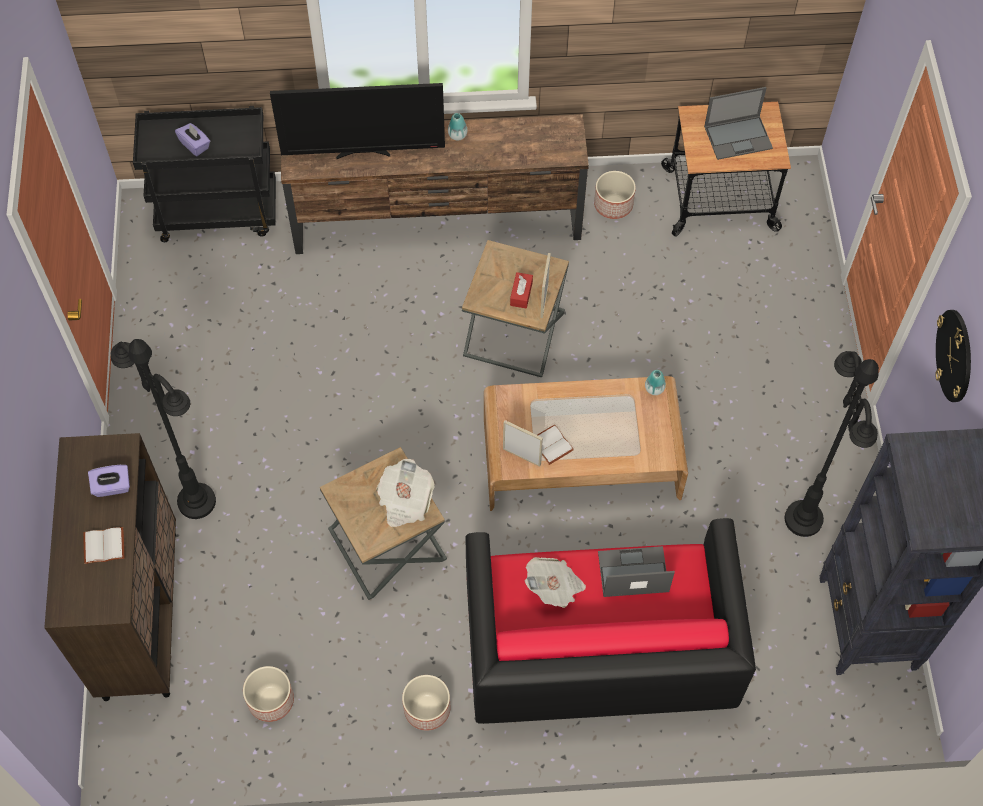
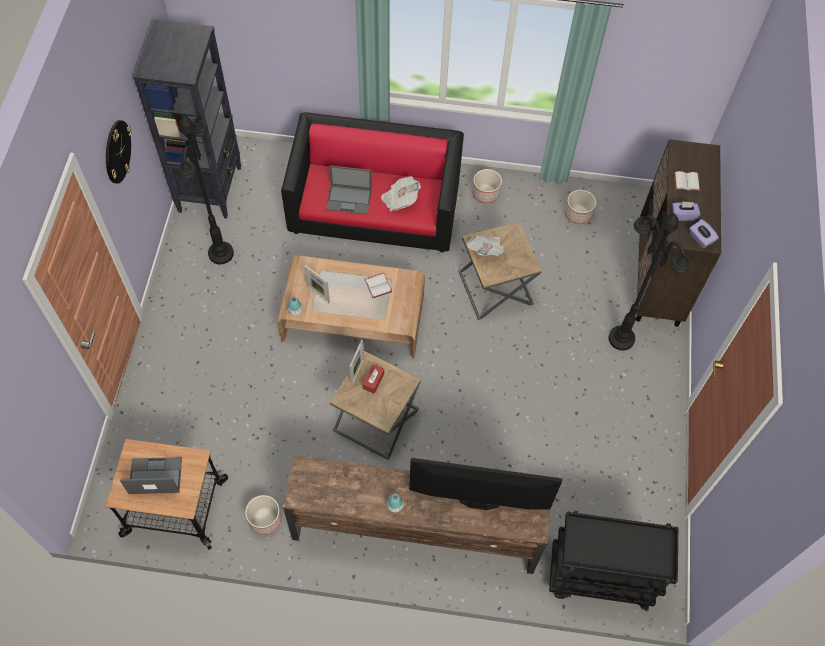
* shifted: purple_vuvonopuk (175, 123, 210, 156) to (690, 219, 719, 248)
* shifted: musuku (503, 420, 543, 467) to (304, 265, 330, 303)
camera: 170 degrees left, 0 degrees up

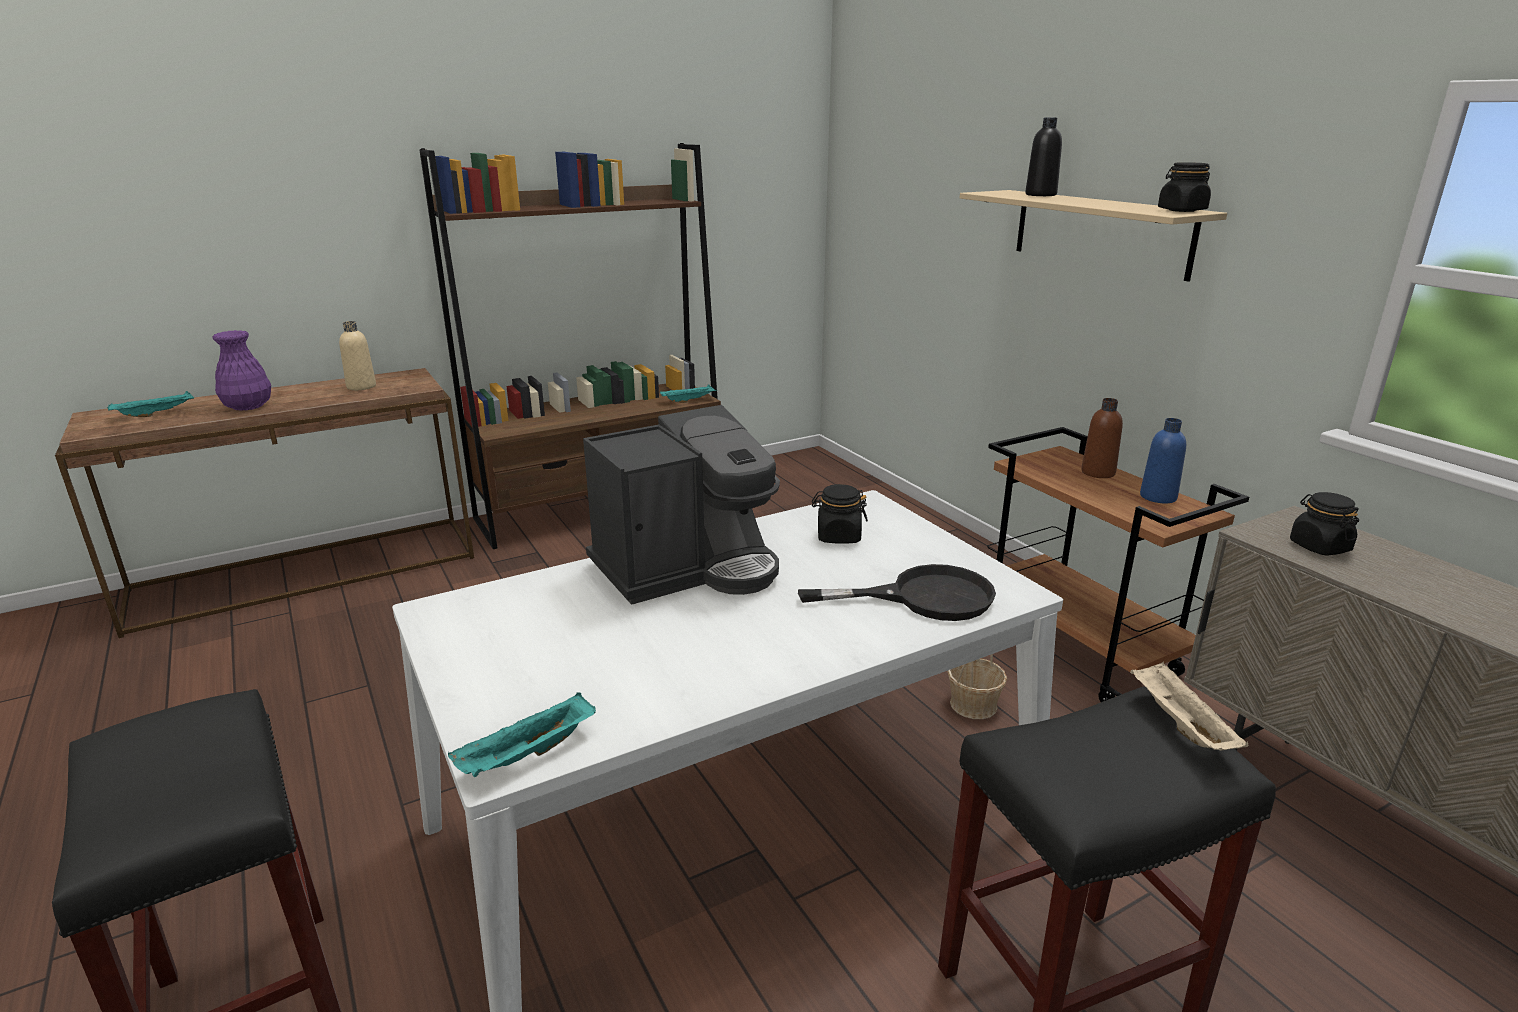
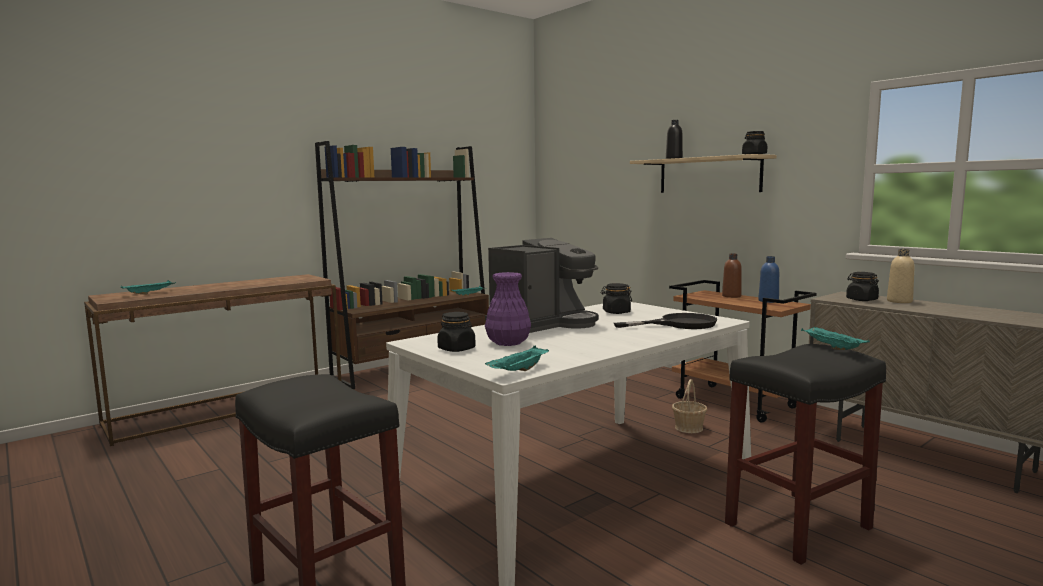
* new: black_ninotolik (437, 312, 476, 352)
* shifted: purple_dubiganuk (212, 330, 271, 411) to (485, 272, 531, 346)
* shifted: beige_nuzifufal (339, 321, 376, 390) to (887, 249, 915, 303)
* repainted: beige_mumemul (1130, 662, 1249, 750) to turquoise_mumemul (801, 326, 870, 350)
camera: 10 degrees left, 15 degrees down

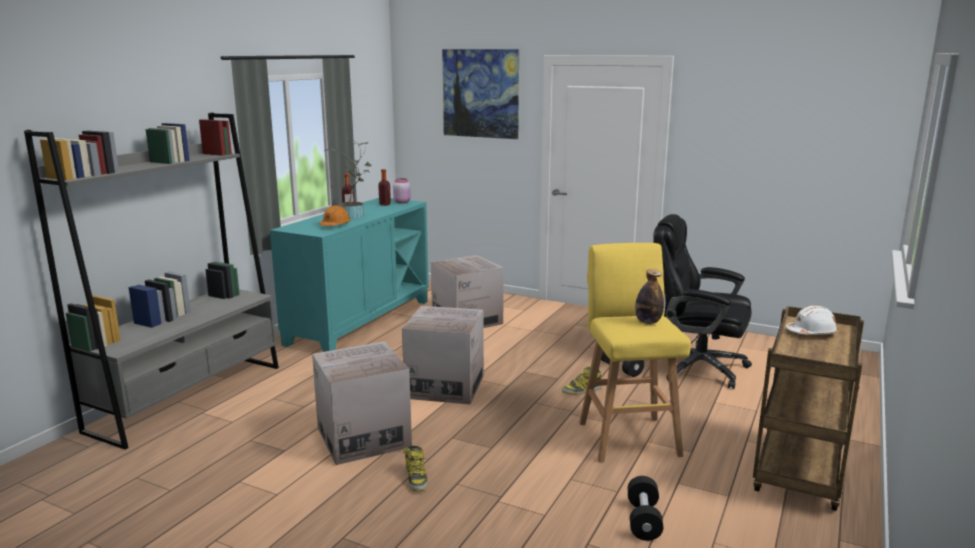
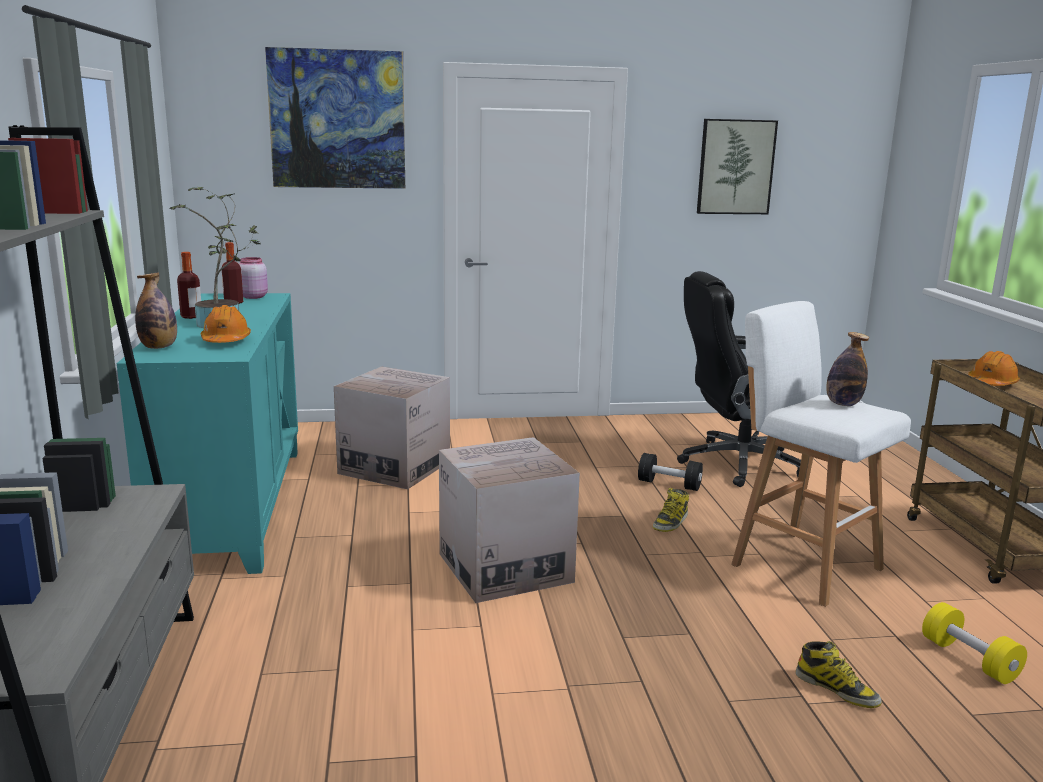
* gone: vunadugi (312, 342, 412, 465)
* new: nuzifufal (135, 272, 177, 349)
* new: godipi (697, 119, 778, 214)
* shifted: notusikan (403, 446, 428, 492) to (795, 641, 882, 708)
* repainted: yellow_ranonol (579, 243, 691, 463) to white_ranonol (731, 301, 911, 607)
* repainted: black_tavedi (628, 476, 663, 541) to yellow_tavedi (922, 602, 1027, 684)
* repainted: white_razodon (786, 305, 839, 335) to orange_razodon (968, 351, 1020, 386)
camera: 35 degrees left, 0 degrees up

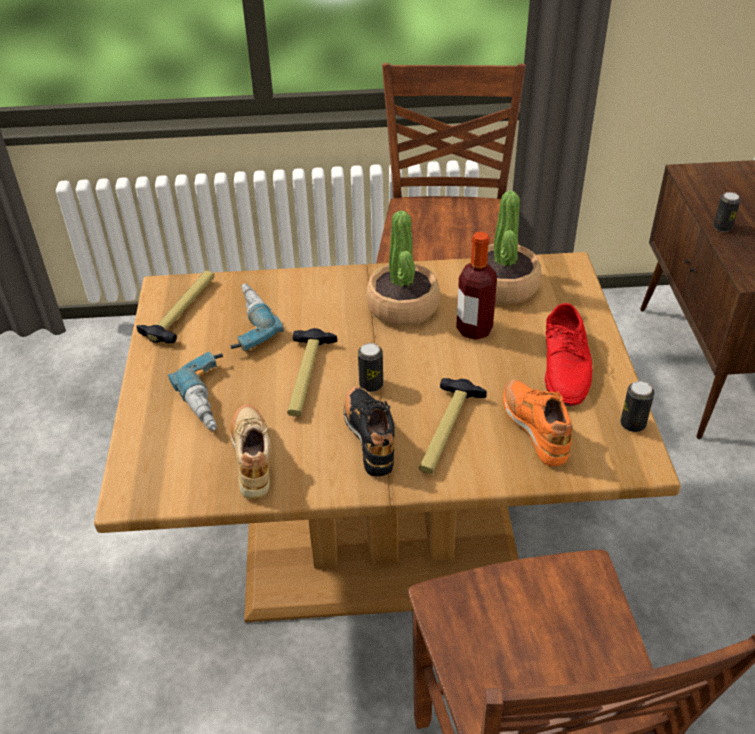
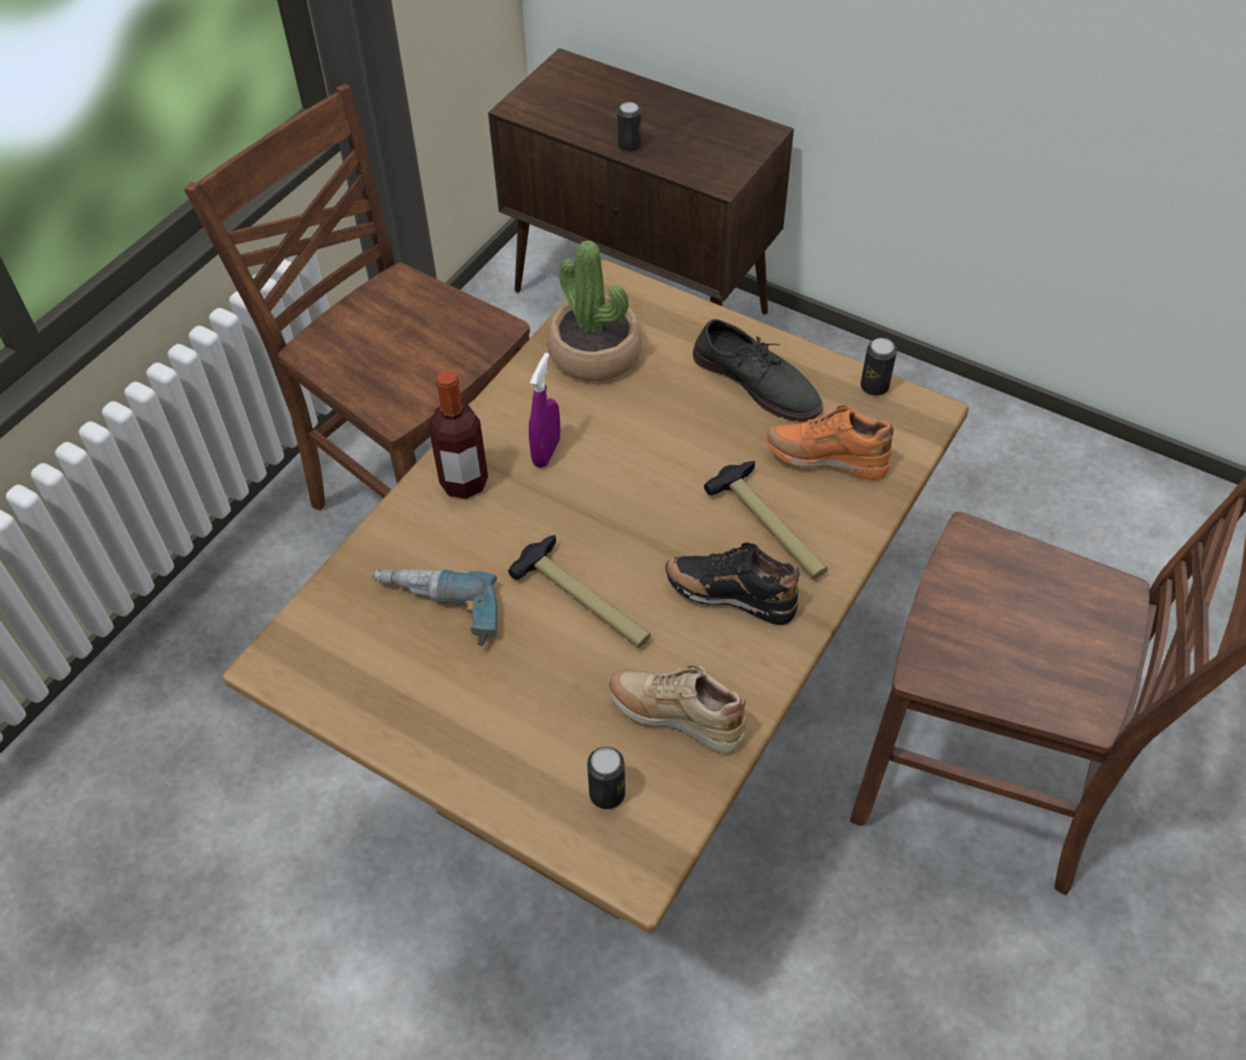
* gone: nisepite (136, 271, 214, 343)
* gone: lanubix (168, 351, 223, 431)
* shifted: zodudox (358, 343, 383, 392) to (587, 747, 625, 809)
* shifted: nuzifufal (456, 232, 497, 340) to (429, 370, 488, 499)
* swapped: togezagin (366, 210, 440, 326) to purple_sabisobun (529, 353, 560, 468)
* repainted: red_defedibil (545, 303, 592, 406) to grey_defedibil (693, 319, 823, 422)
camera: 55 degrees left, 10 degrees up

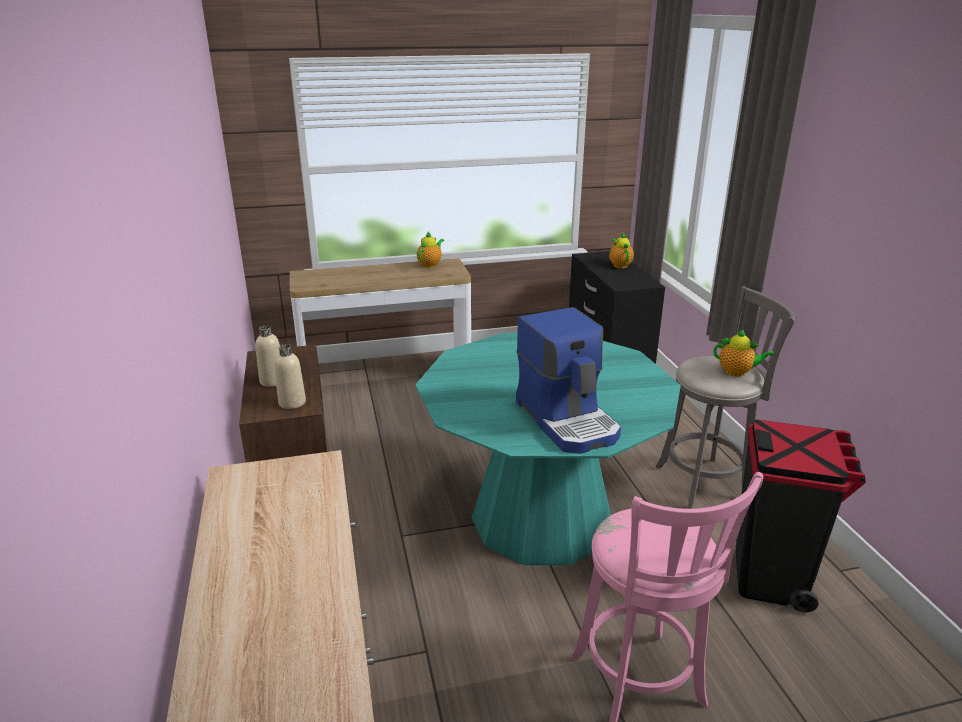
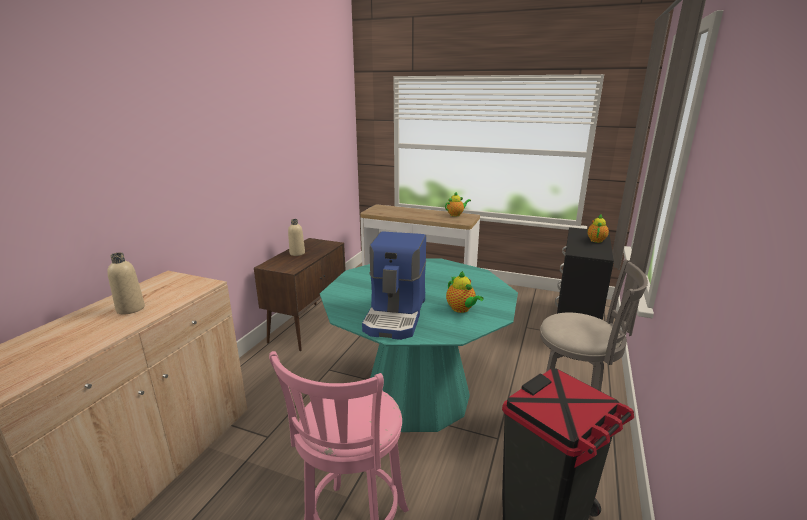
* shifted: beige_nuzifufal (274, 344, 306, 409) to (107, 252, 145, 314)
* shifted: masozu (714, 329, 774, 377) to (446, 271, 484, 313)
camera: 35 degrees right, 5 degrees down

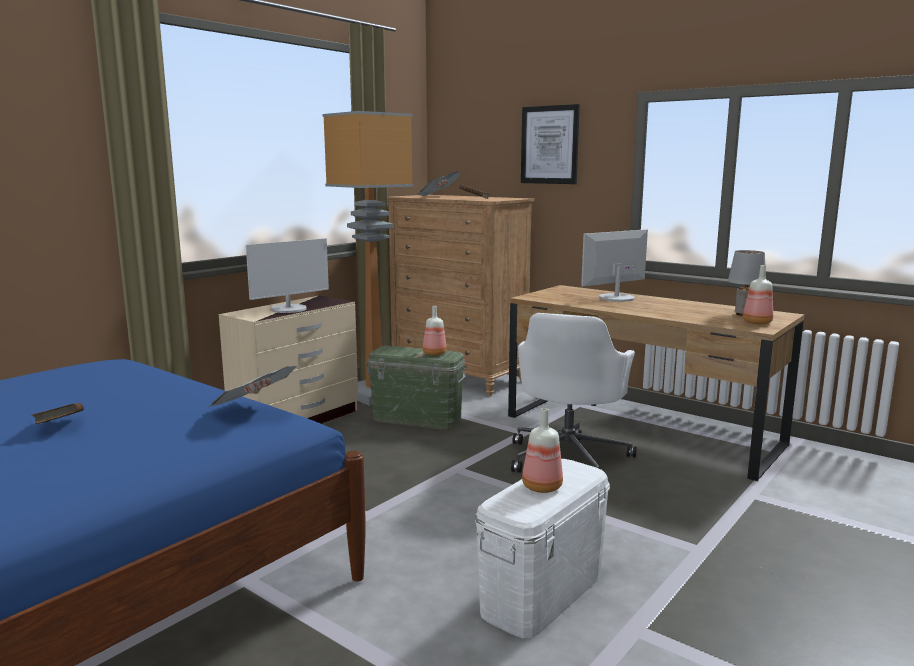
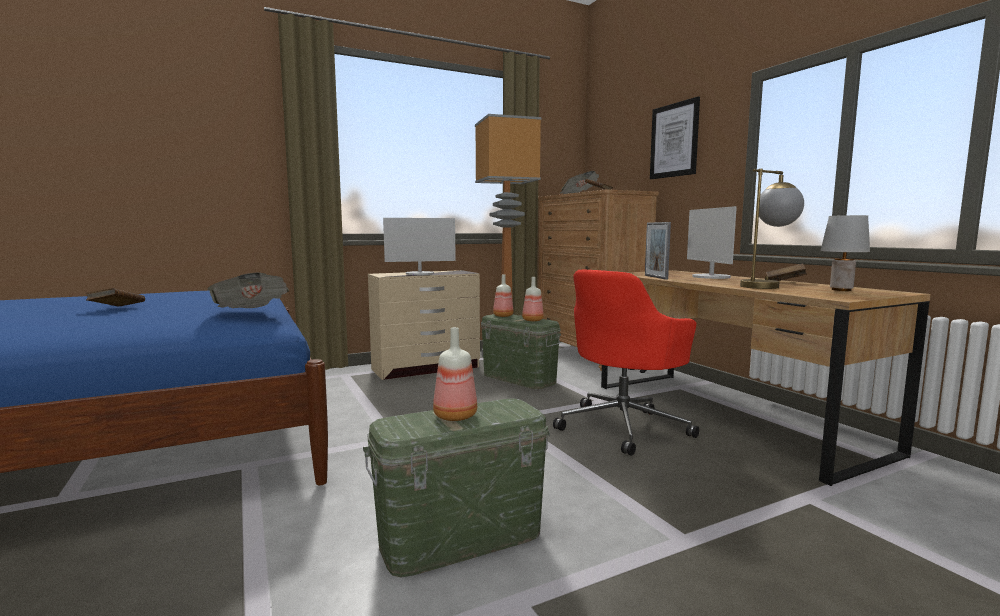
* new: musuku (645, 222, 671, 280)
* new: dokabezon (740, 169, 804, 289)
* new: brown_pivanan (766, 264, 807, 281)
* shifted: nuzifufal (743, 265, 773, 324) to (493, 274, 514, 317)
* repainted: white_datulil (475, 459, 610, 638) to green_datulil (363, 398, 550, 578)
* repainted: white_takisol (511, 313, 637, 473) to red_takisol (553, 270, 699, 456)
* rotated: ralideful (581, 229, 648, 302) = (687, 206, 737, 279) 90 degrees counterclockwise
camera: 25 degrees right, 5 degrees down

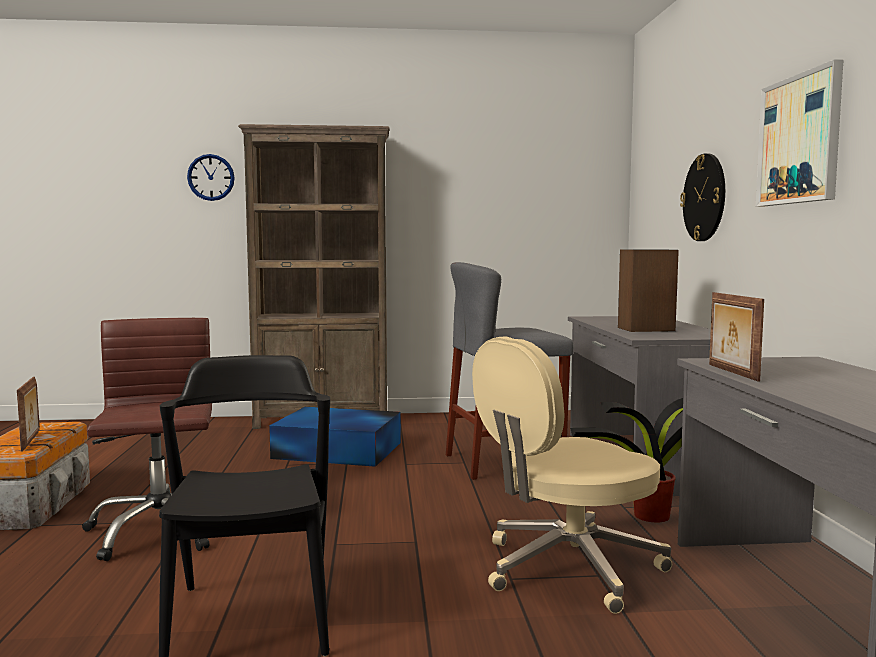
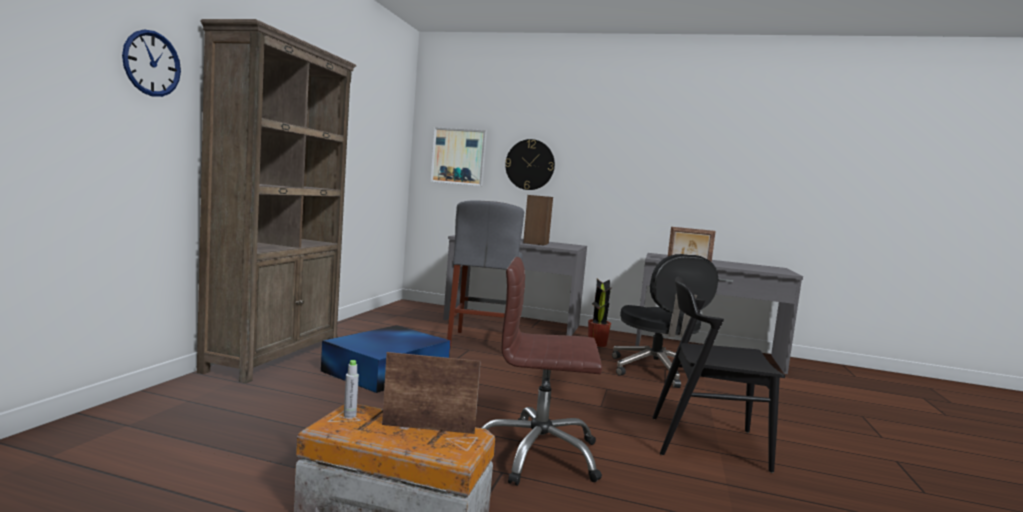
* new: grey_nuzifufal (344, 360, 359, 418)
* shifted: godipi (756, 59, 843, 207) to (431, 127, 487, 186)
* repainted: beige_takisol (472, 336, 672, 614) to black_takisol (612, 254, 718, 388)
camera: 70 degrees left, 0 degrees up

